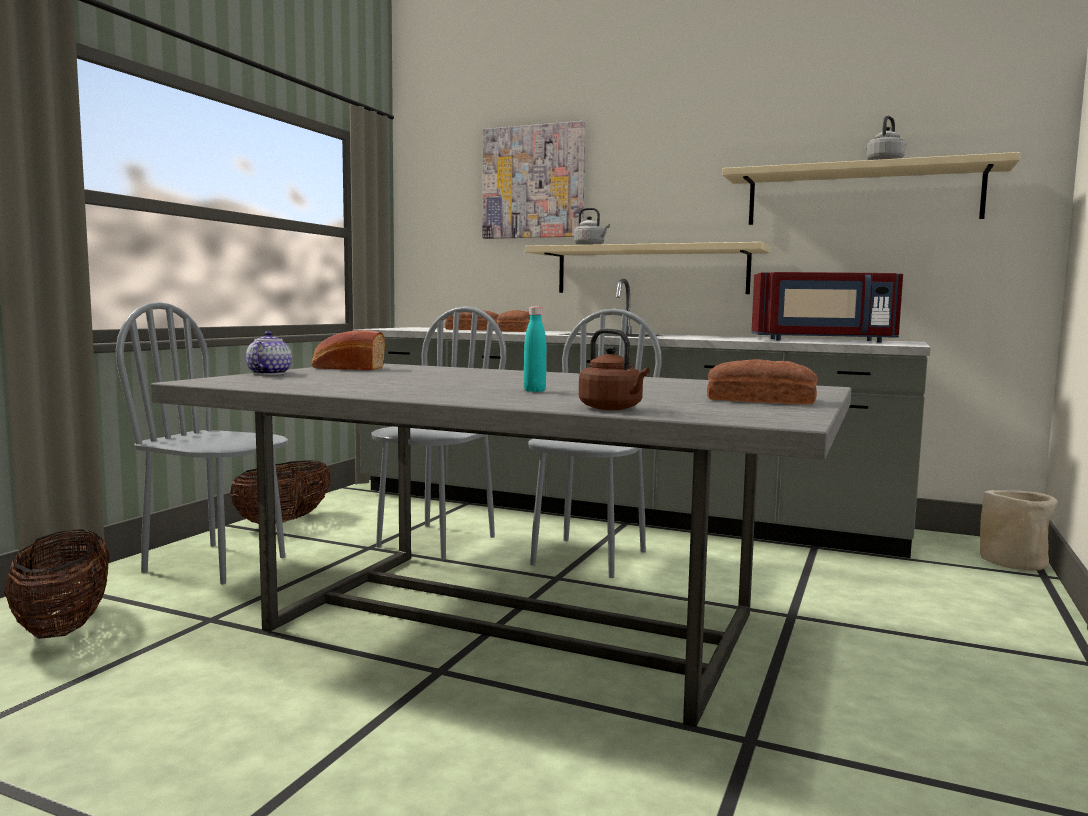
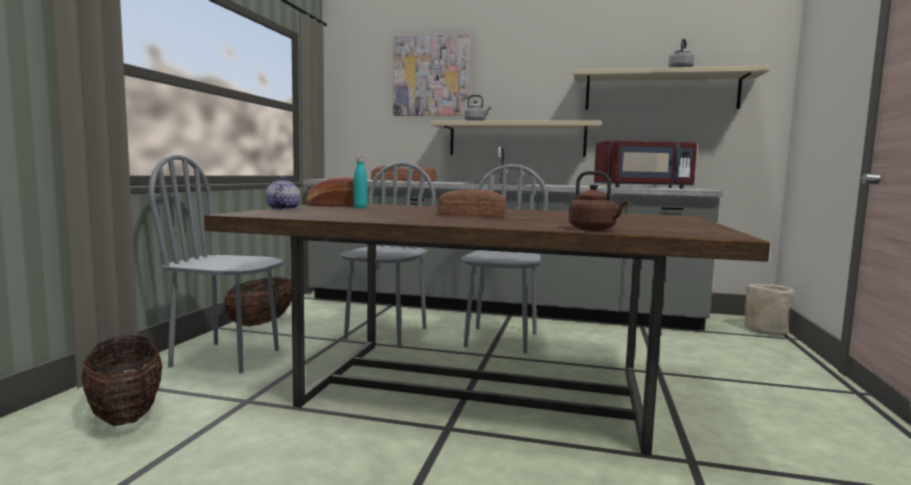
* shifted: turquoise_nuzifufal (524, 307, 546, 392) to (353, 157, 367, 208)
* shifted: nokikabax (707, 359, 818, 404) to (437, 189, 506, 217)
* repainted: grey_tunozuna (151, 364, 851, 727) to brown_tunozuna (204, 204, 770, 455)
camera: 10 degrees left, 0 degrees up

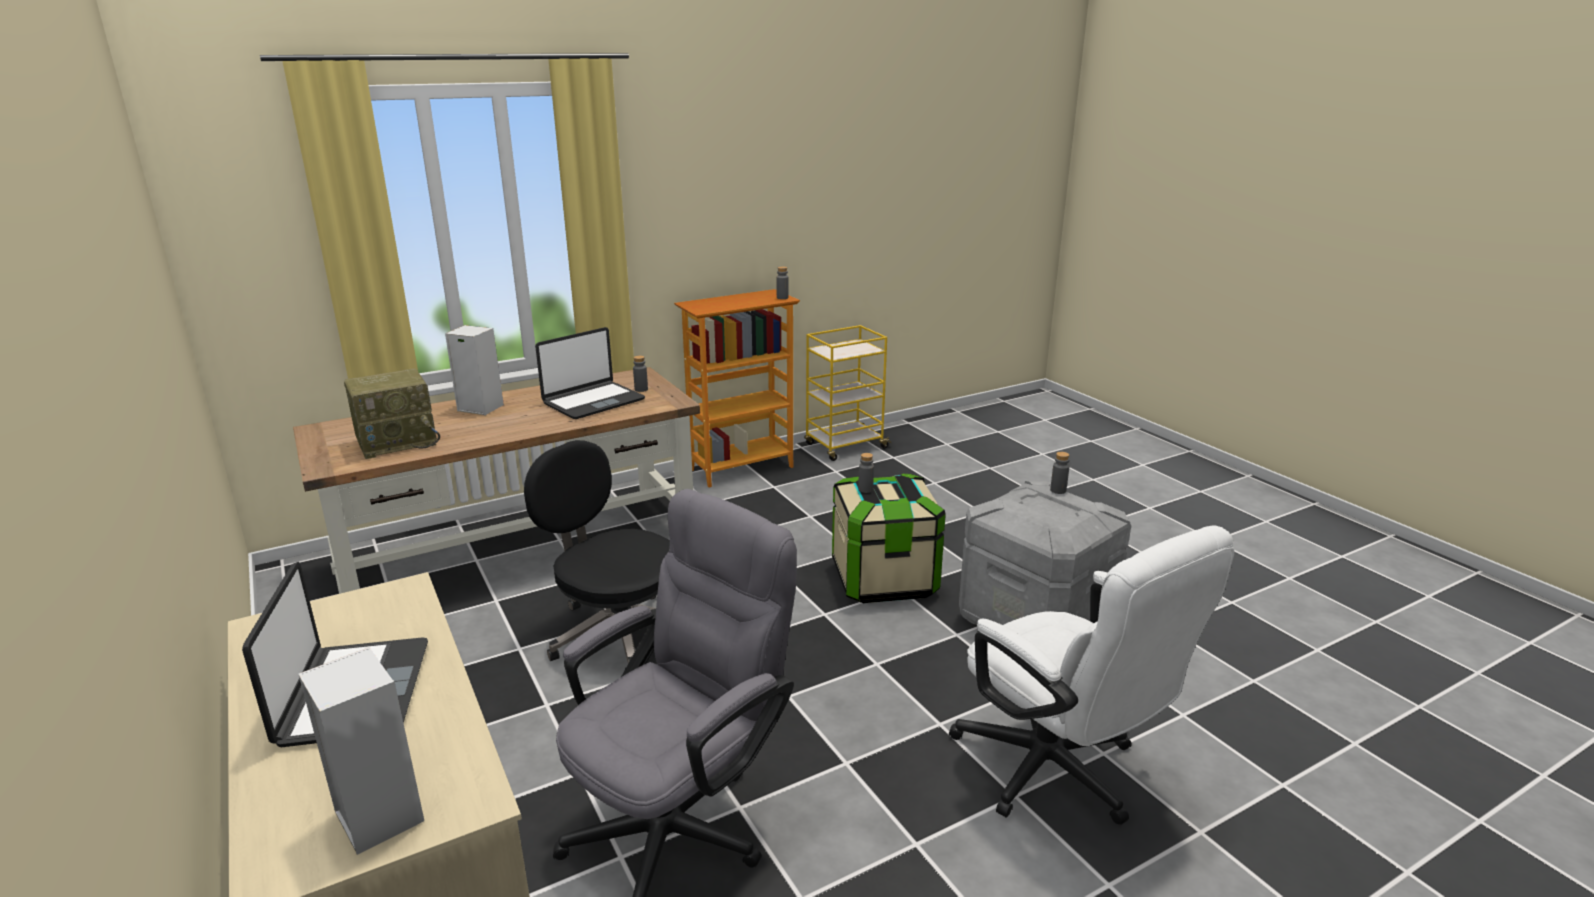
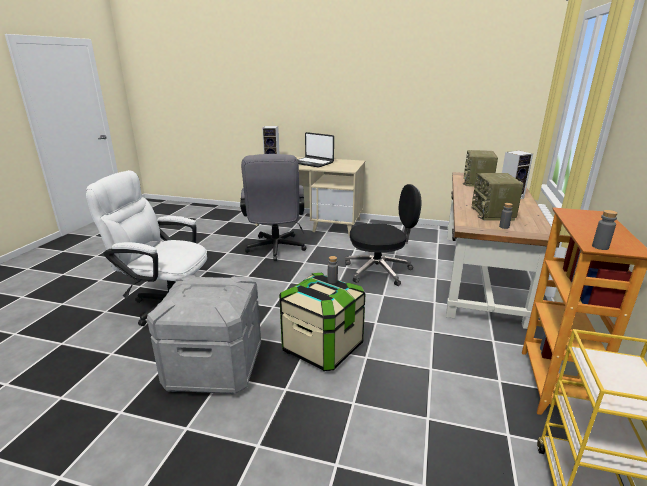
* gone: grey_nuzifufal (1050, 452, 1070, 494)
* swapped: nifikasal (535, 327, 645, 419) to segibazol (472, 173, 524, 221)
camera: 135 degrees right, 0 degrees up

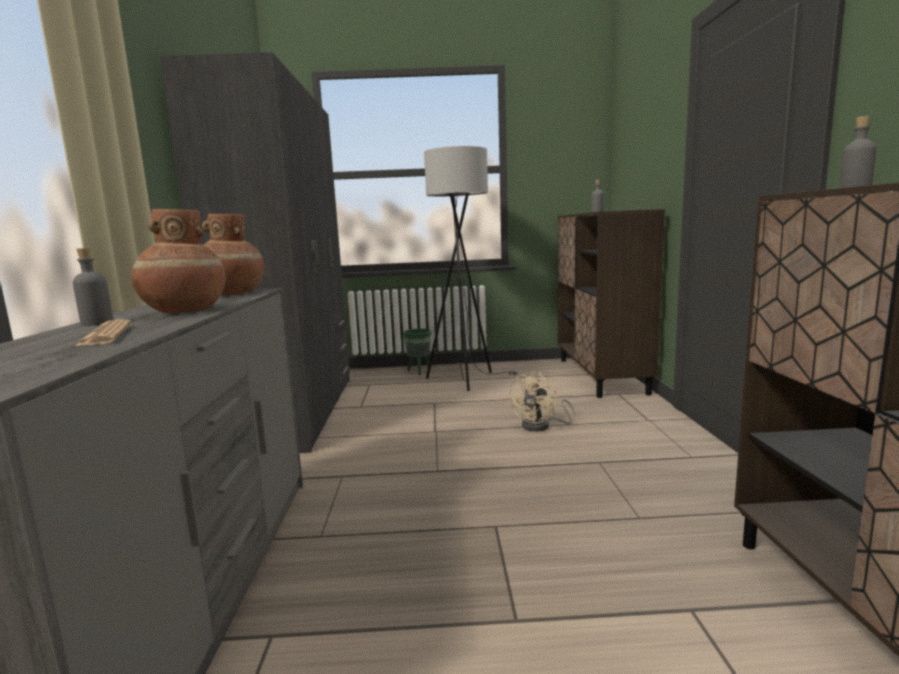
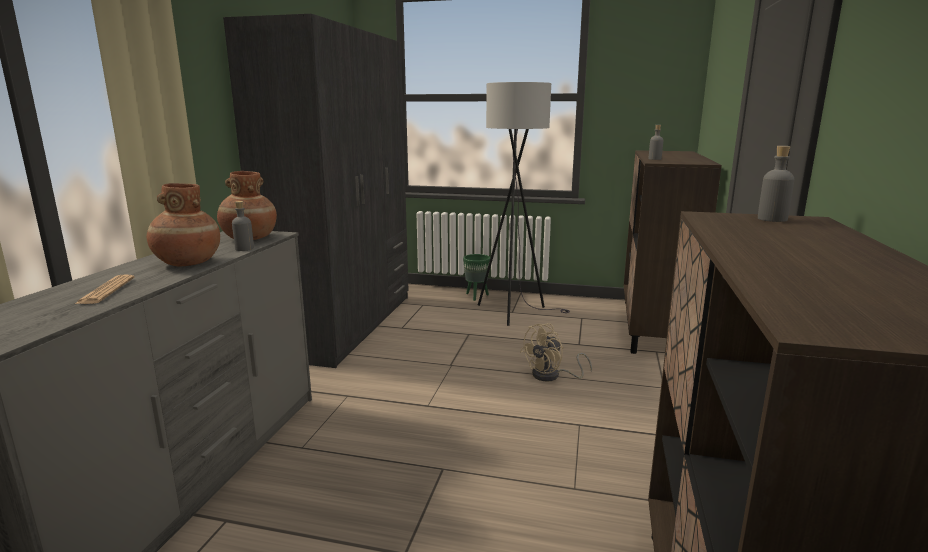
* shifted: grey_nuzifufal (73, 248, 113, 326) to (232, 201, 254, 251)
camera: 15 degrees right, 5 degrees up

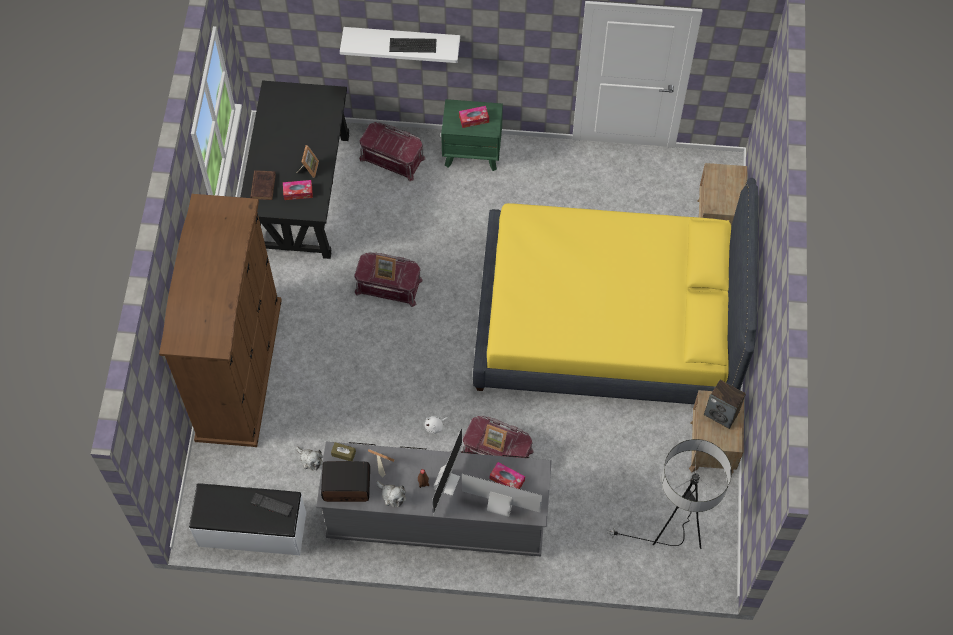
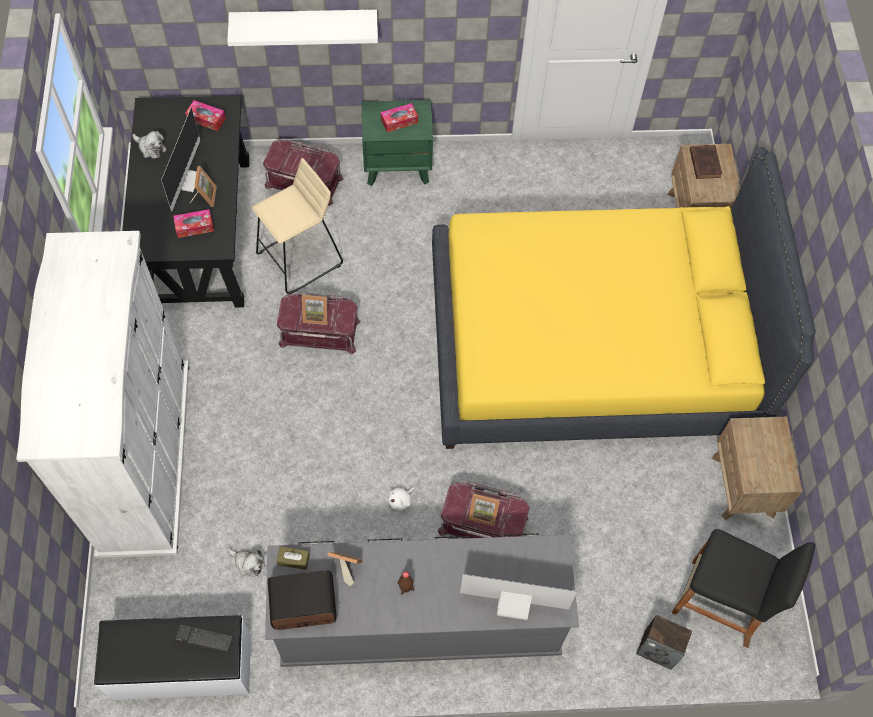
* gone: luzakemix (389, 38, 436, 53)
* new: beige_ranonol (252, 158, 343, 294)
* shifted: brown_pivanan (250, 170, 276, 200) to (690, 145, 722, 179)
* shifted: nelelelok (377, 481, 406, 507) to (132, 131, 167, 159)
* shifted: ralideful (432, 427, 462, 516) to (161, 107, 200, 211)
* shifted: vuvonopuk (490, 462, 525, 489) to (185, 100, 226, 131)
* shifted: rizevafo (704, 380, 746, 429) to (636, 615, 692, 670)
* swapped: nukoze (609, 439, 732, 549) to black_ranonol (672, 529, 815, 648)
* repainted: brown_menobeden (159, 194, 282, 447) to white_menobeden (16, 231, 189, 558)
camera: 10 degrees left, 0 degrees up

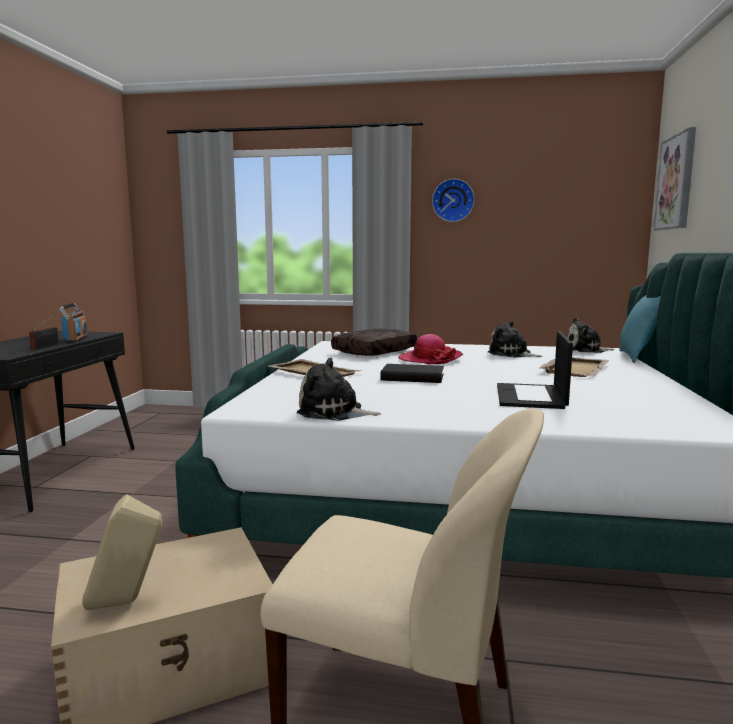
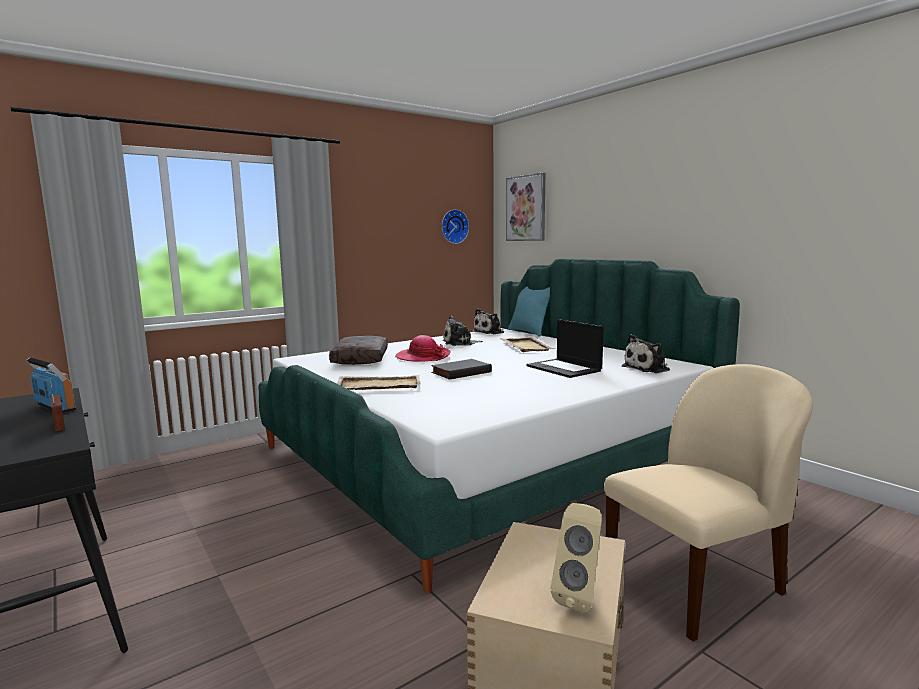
* shifted: nelelelok (297, 358, 381, 421) to (621, 334, 670, 373)
* shifted: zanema (432, 178, 475, 222) to (442, 209, 469, 244)
camera: 45 degrees left, 0 degrees up

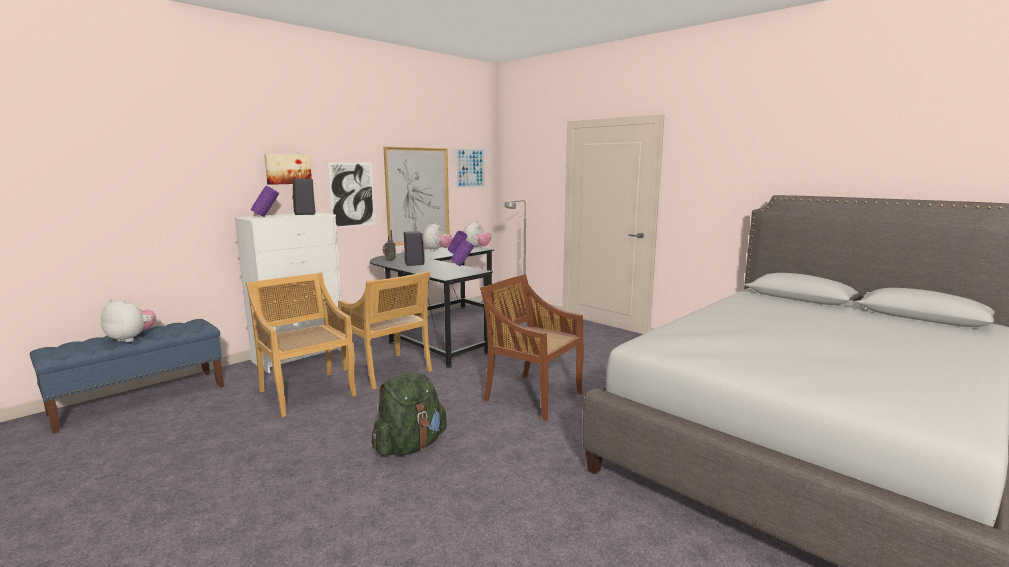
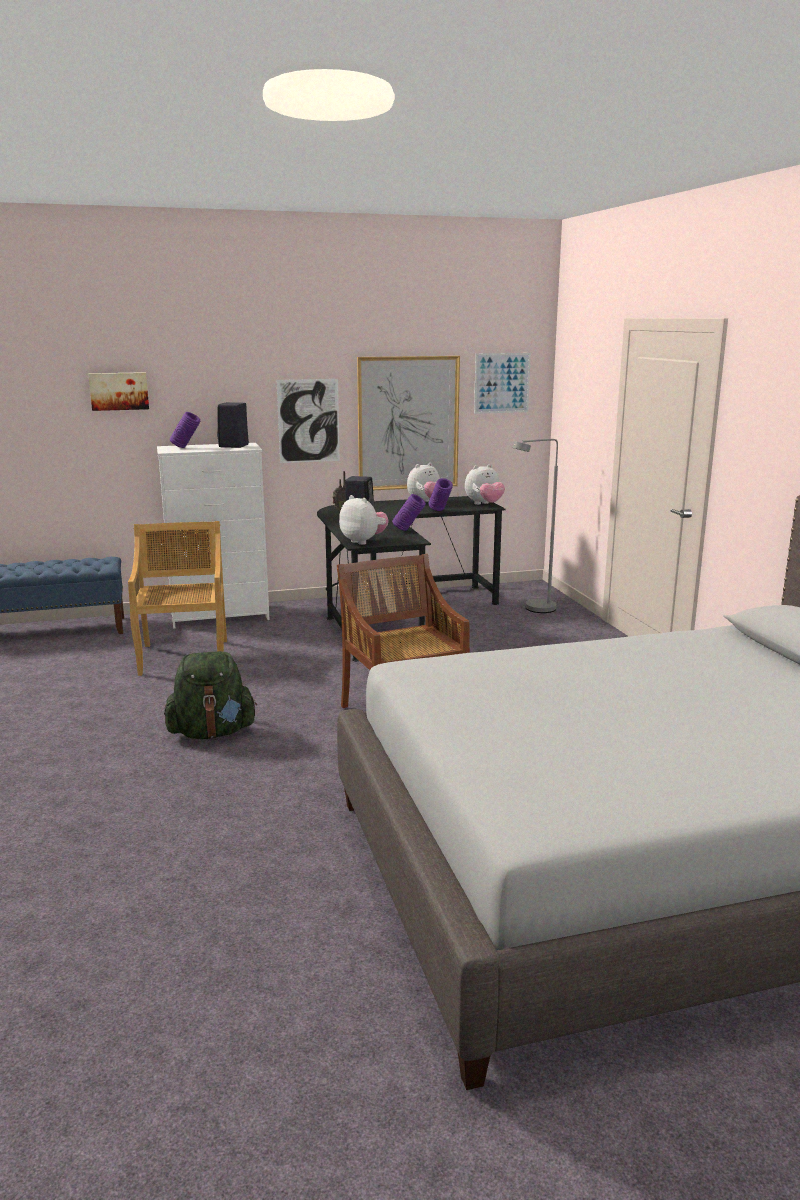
* gone: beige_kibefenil (338, 271, 432, 389)
* shifted: nelelelok (101, 298, 156, 342) to (339, 495, 388, 545)
* shifted: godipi (264, 154, 312, 185) to (88, 372, 149, 411)
camera: 30 degrees right, 5 degrees up

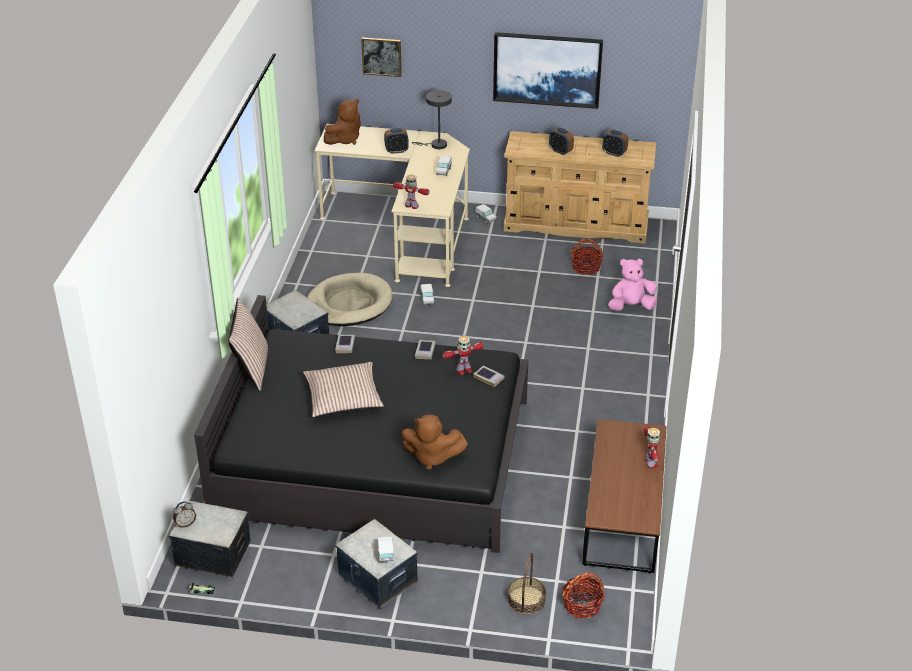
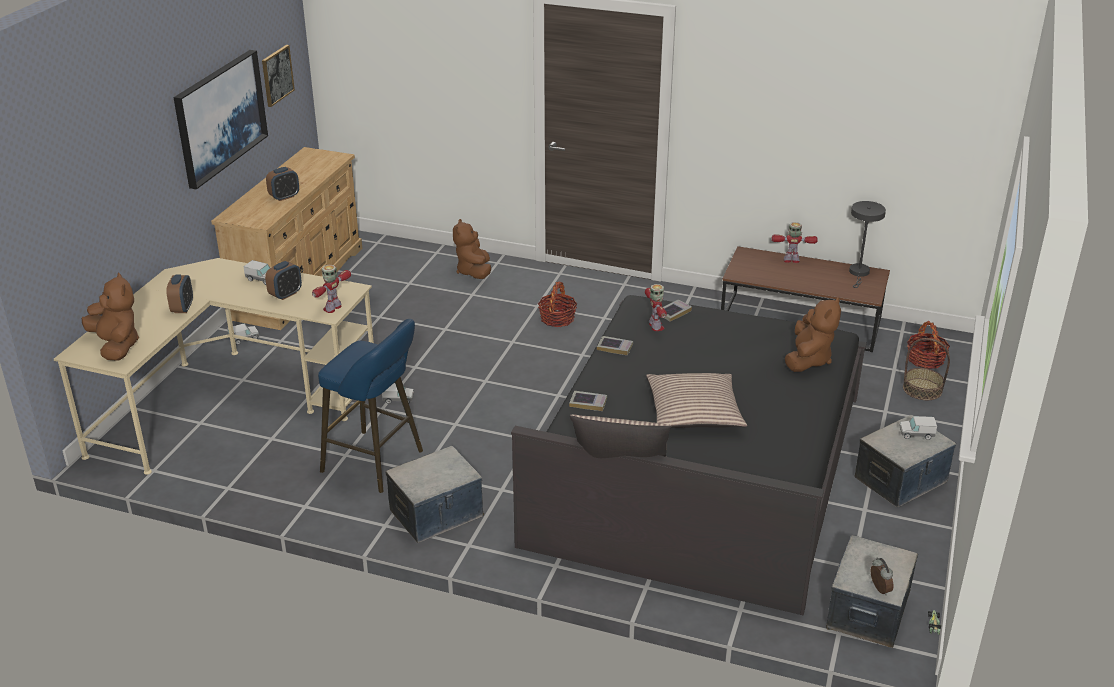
* shifted: godipi (361, 37, 402, 77) to (262, 45, 295, 107)
* shifted: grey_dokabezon (411, 90, 452, 149) to (849, 201, 886, 288)
* shifted: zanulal (570, 239, 603, 275) to (538, 282, 577, 327)
* shifted: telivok (602, 130, 628, 157) to (265, 261, 302, 300)
* swapped: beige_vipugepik (307, 273, 393, 326) to blue_ranonol (318, 319, 423, 493)
* repainted: pink_nelelelok (608, 259, 657, 311) to brown_nelelelok (453, 219, 491, 279)
camera: 80 degrees left, 5 degrees down

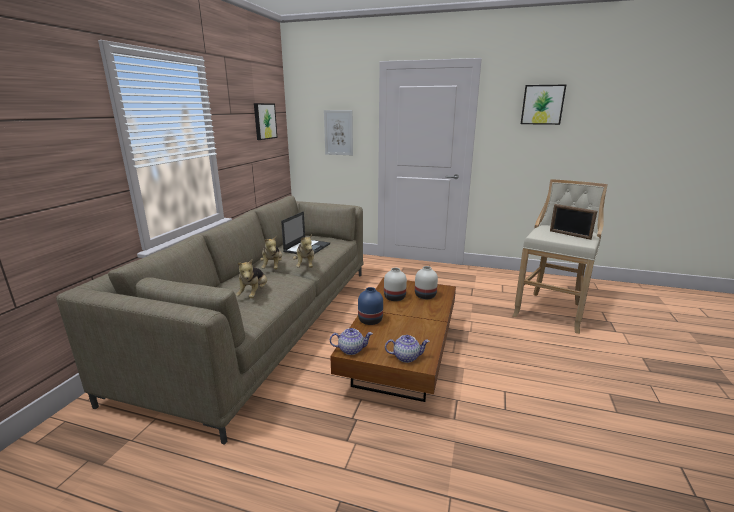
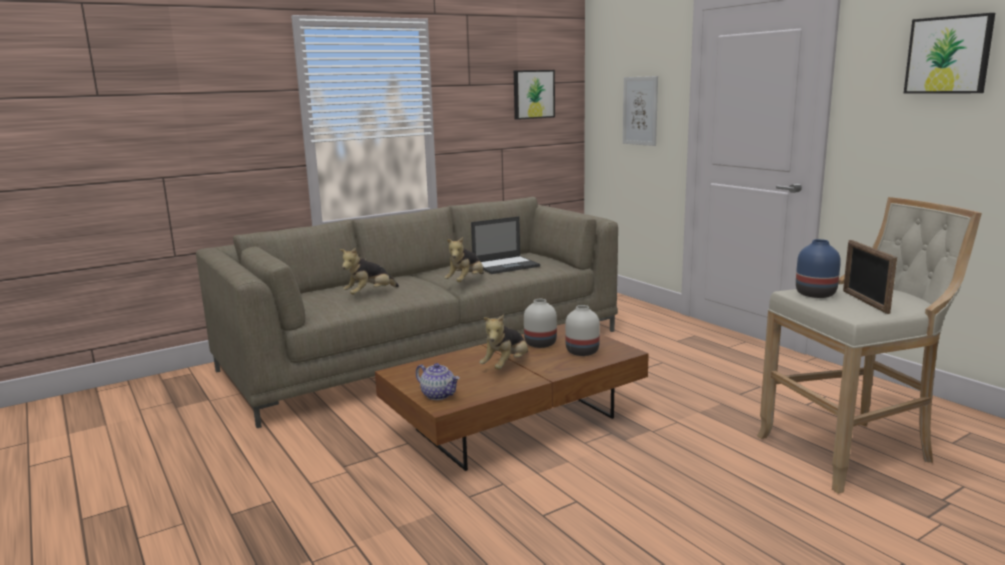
* gone: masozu (330, 328, 373, 355)
* shifted: nelelelok (260, 236, 282, 269) to (479, 314, 528, 370)
* shifted: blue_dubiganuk (358, 287, 383, 325) to (796, 239, 841, 298)
camera: 40 degrees right, 5 degrees down

